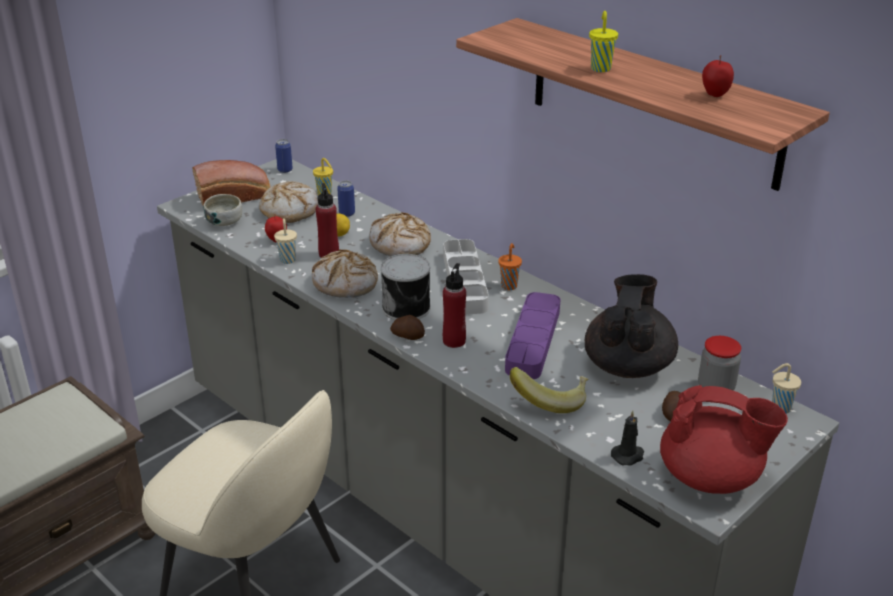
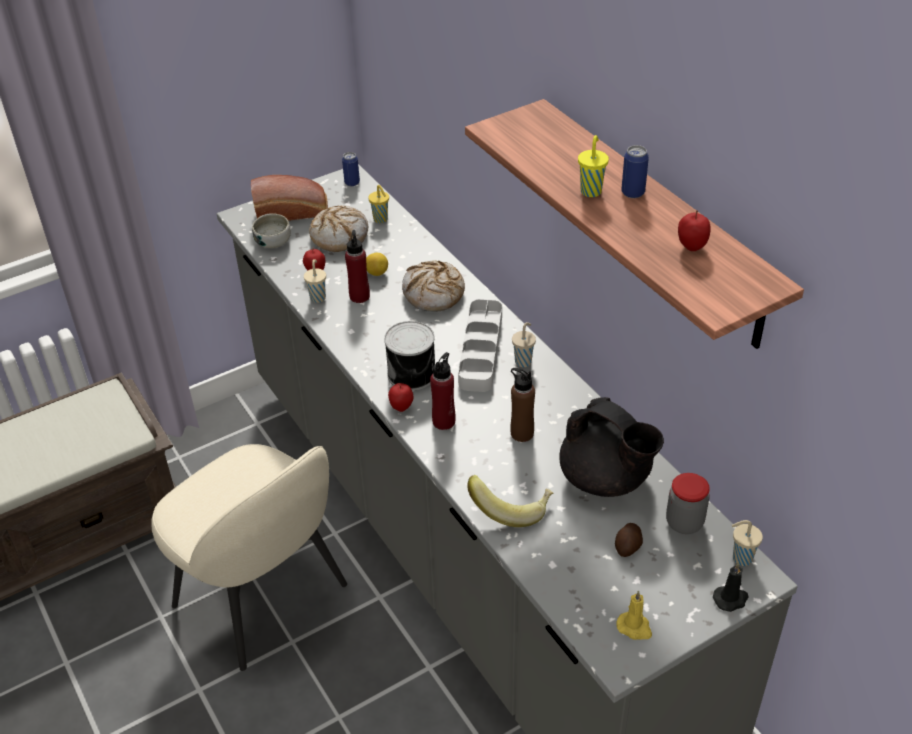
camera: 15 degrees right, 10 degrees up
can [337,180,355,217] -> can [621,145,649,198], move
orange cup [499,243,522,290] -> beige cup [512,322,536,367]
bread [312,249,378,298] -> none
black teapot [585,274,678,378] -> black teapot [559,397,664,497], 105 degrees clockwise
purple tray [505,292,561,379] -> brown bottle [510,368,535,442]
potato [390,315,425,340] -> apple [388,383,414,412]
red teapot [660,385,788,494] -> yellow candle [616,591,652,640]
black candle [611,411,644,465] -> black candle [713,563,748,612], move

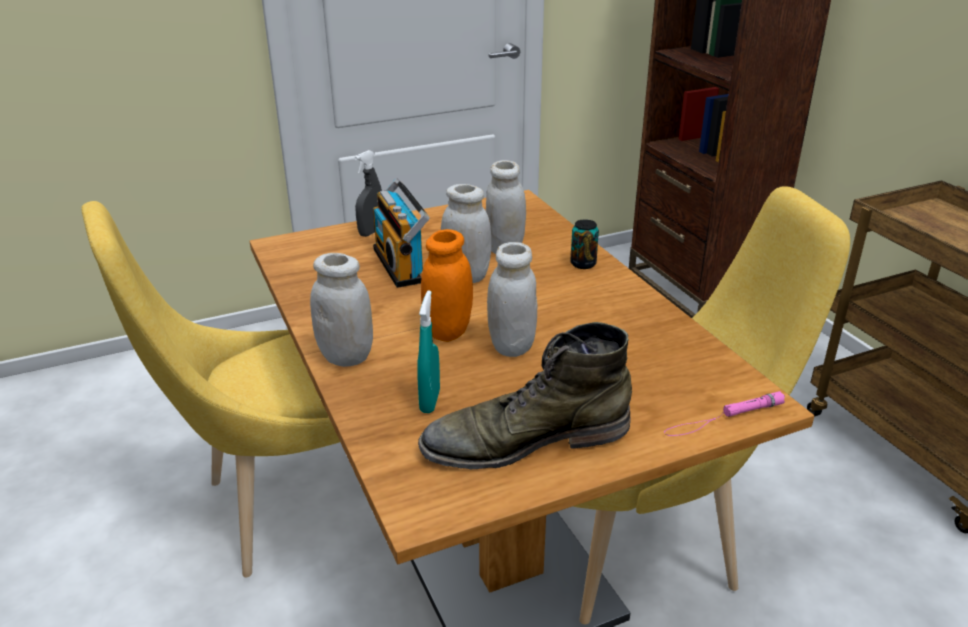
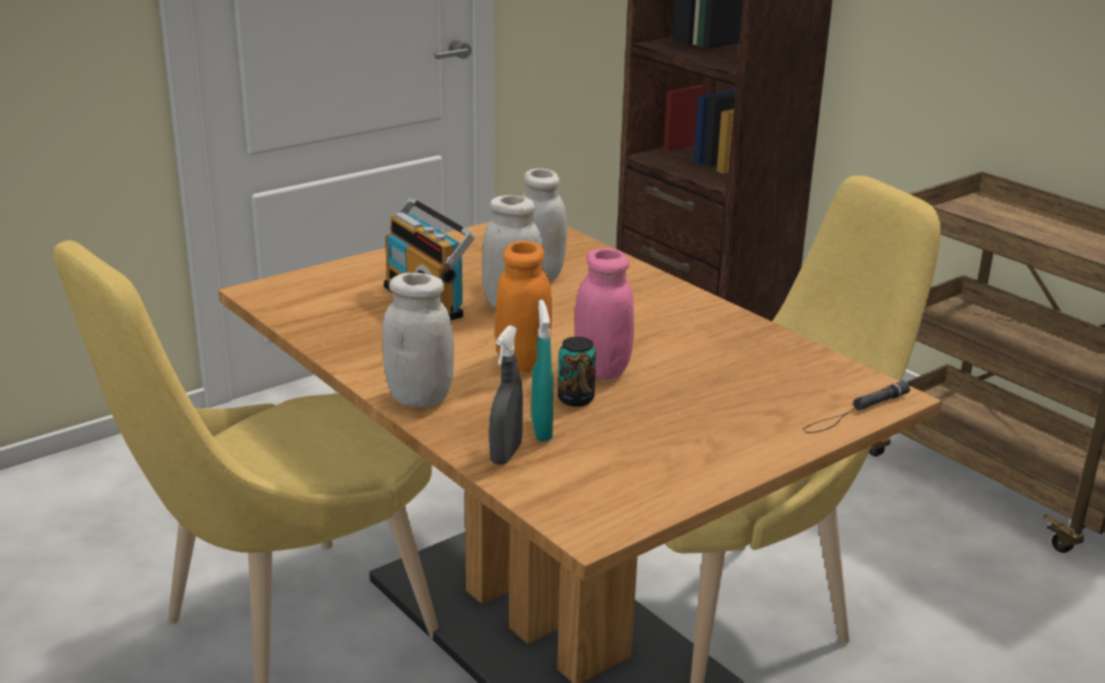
camera: 15 degrees left, 5 degrees down
grey spray bottle [355,150,382,237] -> grey spray bottle [489,325,523,465], move
can [570,219,599,269] -> can [558,337,596,407], move
white jar [487,242,537,357] -> pink jar [575,248,634,379]
green boot [418,322,632,469] -> none
pink flashlight [664,391,785,436] -> black flashlight [803,380,910,433]

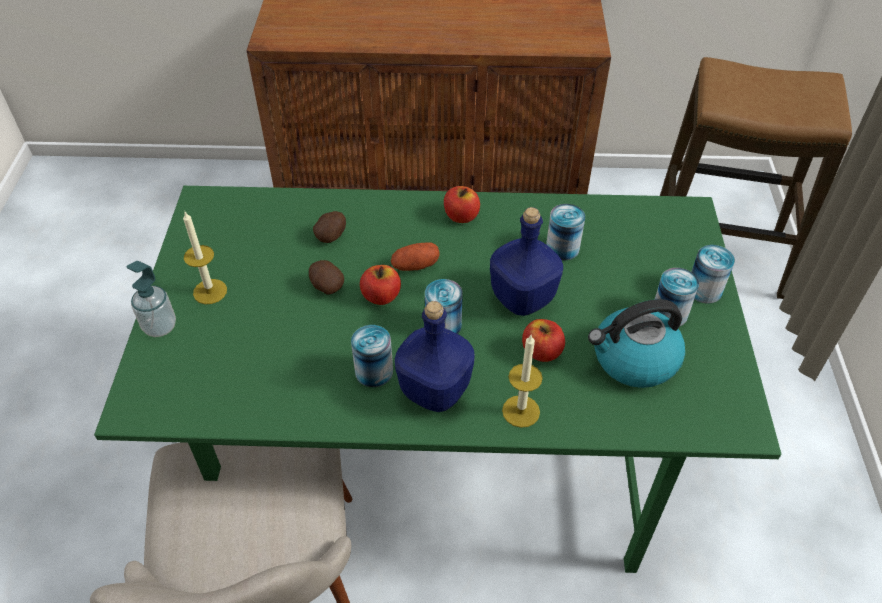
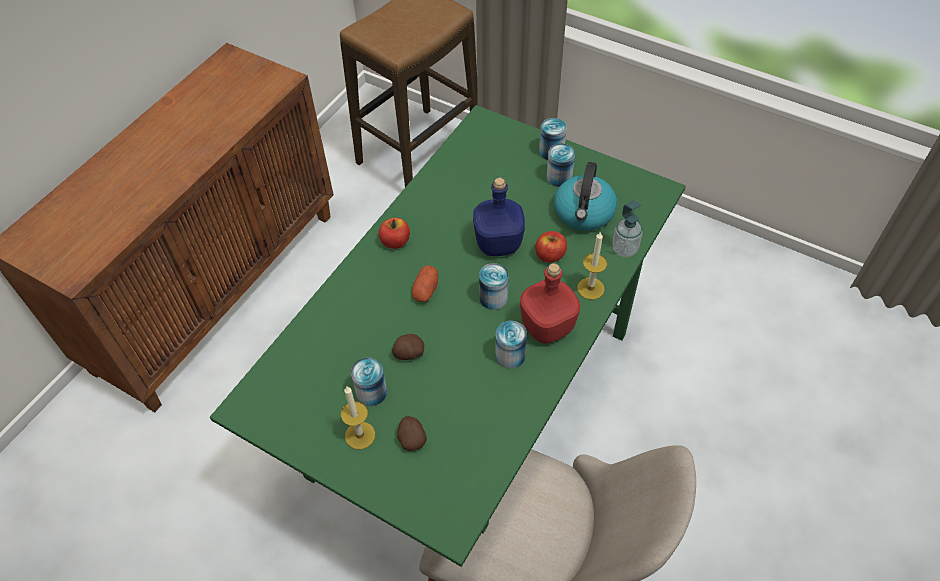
camera: 60 degrees left, 5 degrees up
can [546,204,585,260] -> can [351,358,387,406], move
potato [313,211,346,243] -> potato [397,416,427,451], move
soap dispenser [127,261,176,337] -> soap dispenser [612,200,643,257], move
apple [360,265,401,305] -> none
blue bottle [395,301,475,412] -> red bottle [520,263,580,344]

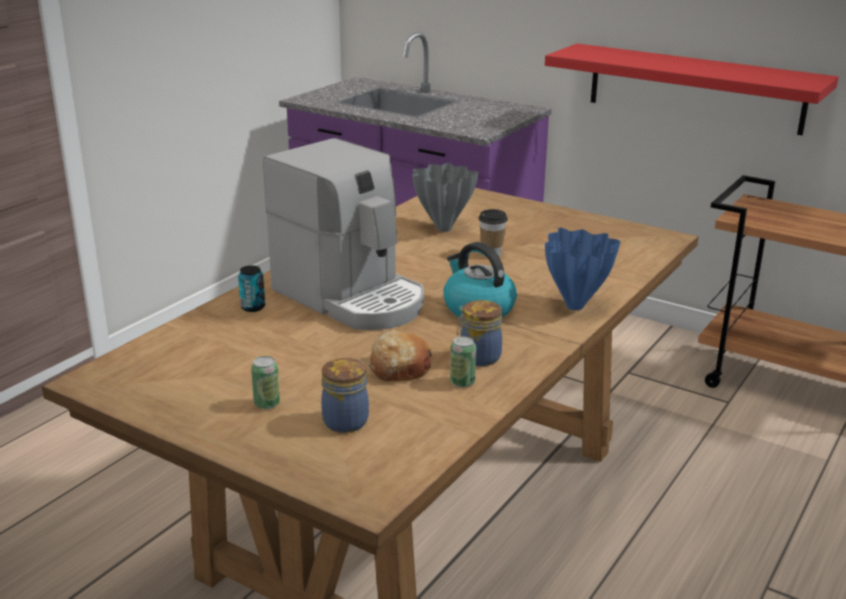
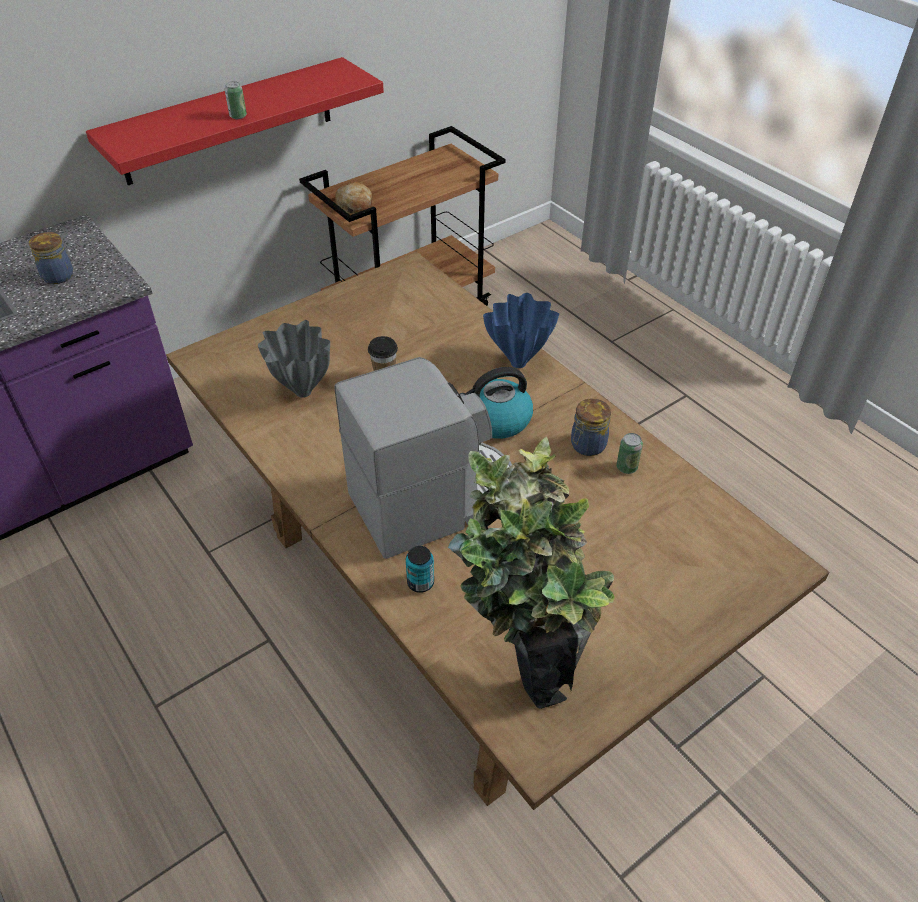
camera: 70 degrees left, 20 degrees up
bread [368,330,432,382] -> bread [335,182,372,214], move
can [251,356,280,409] -> can [225,81,247,119], move
jar [321,358,369,433] -> jar [29,232,73,284], move
none -> potted plant [448,436,615,709]

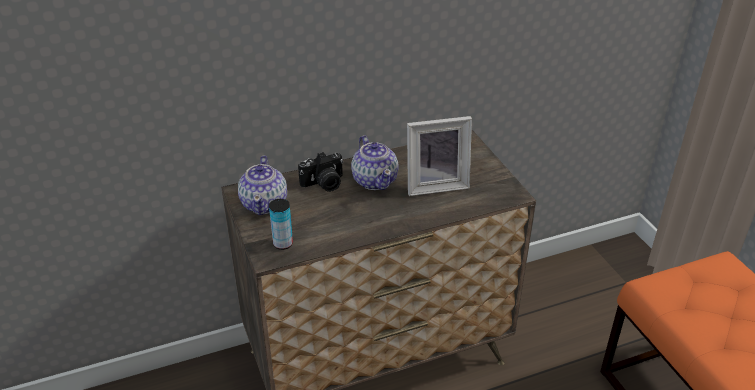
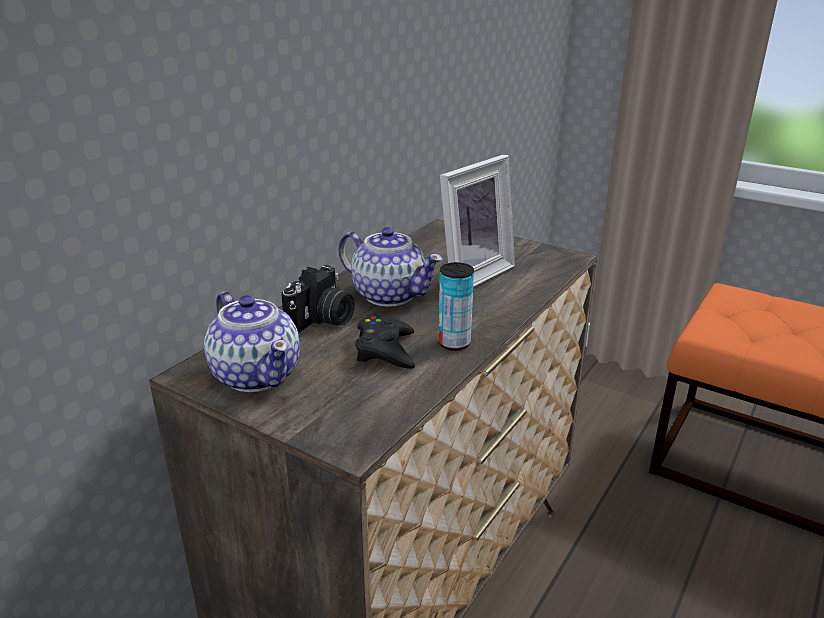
camera: 35 degrees left, 10 degrees down
can [269,199,293,250] -> can [438,262,474,351], move
none -> black game controller [355,316,415,369]

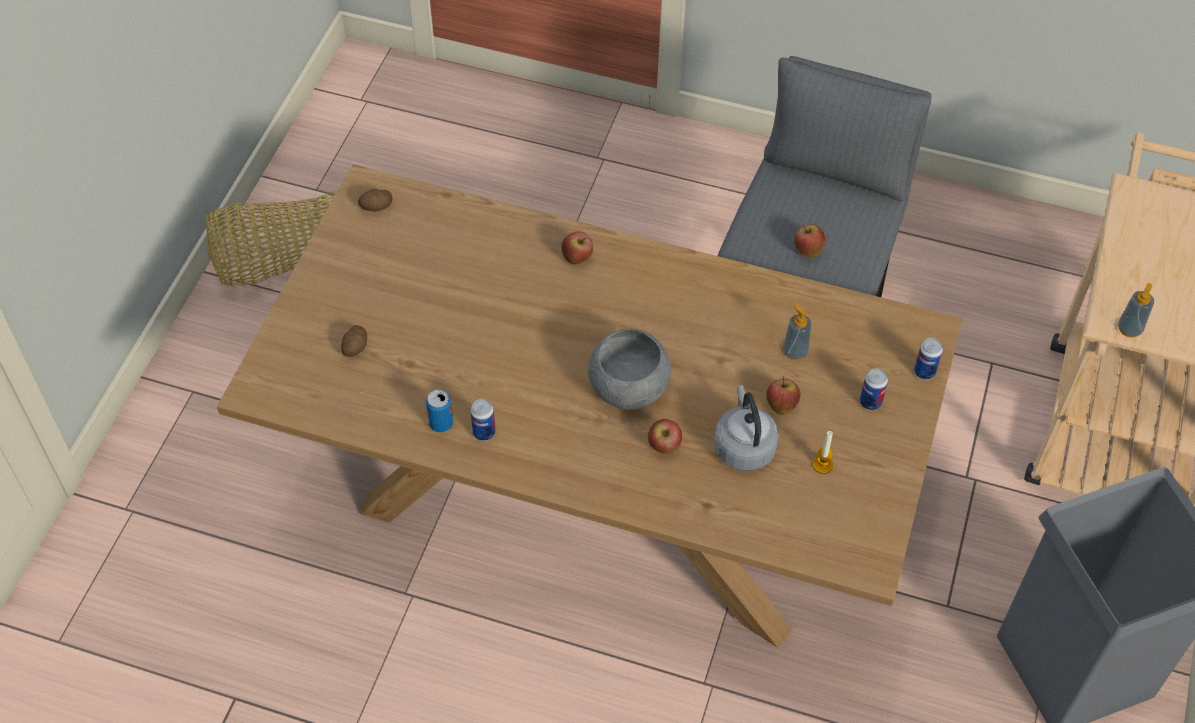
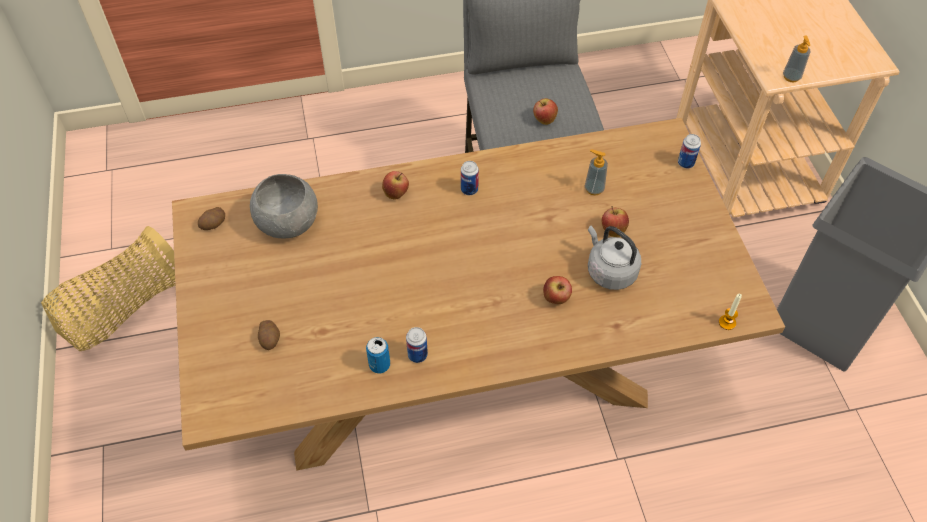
camera: 30 degrees left, 0 degrees up
grey bowl [588,328,671,410] -> grey bowl [250,174,318,238], move
can [860,368,888,410] -> can [461,161,479,195], move
candle [812,431,833,474] -> candle [719,294,742,330], move

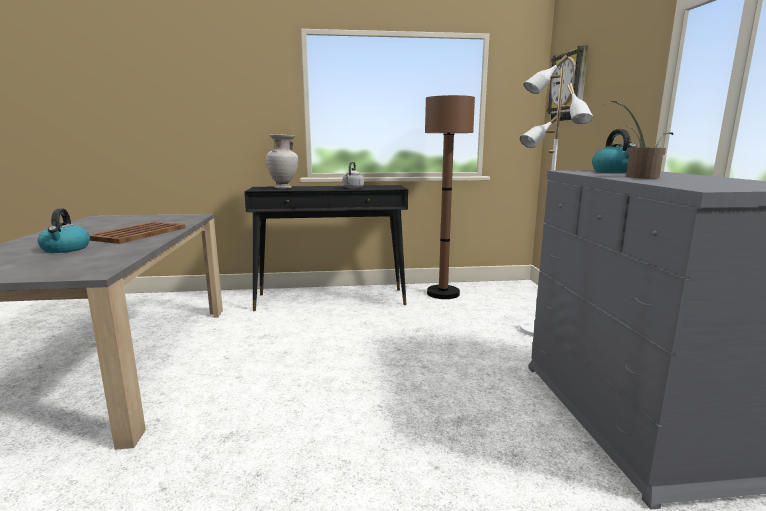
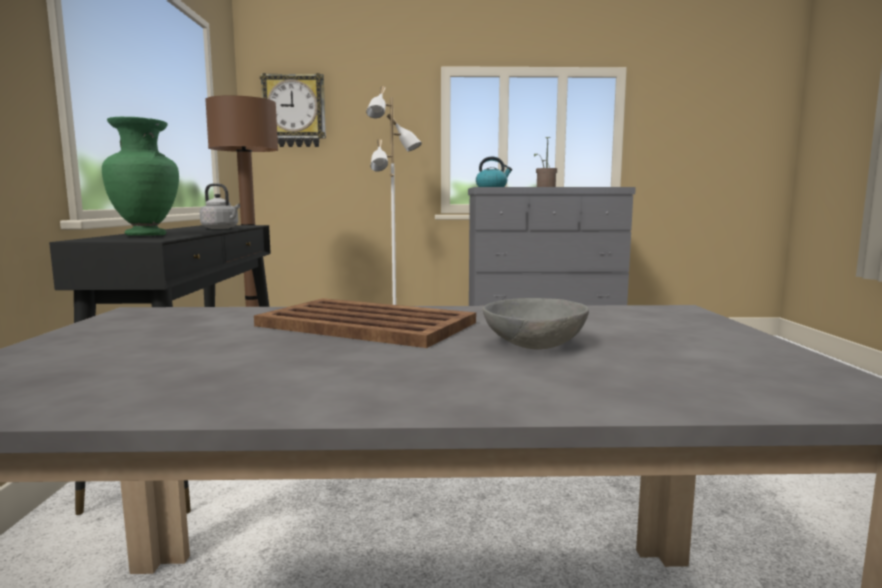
camera: 85 degrees left, 5 degrees down
beige vase [266,134,298,189] -> green vase [102,117,179,236]
kettle [38,208,90,253] -> grey bowl [483,298,589,349]

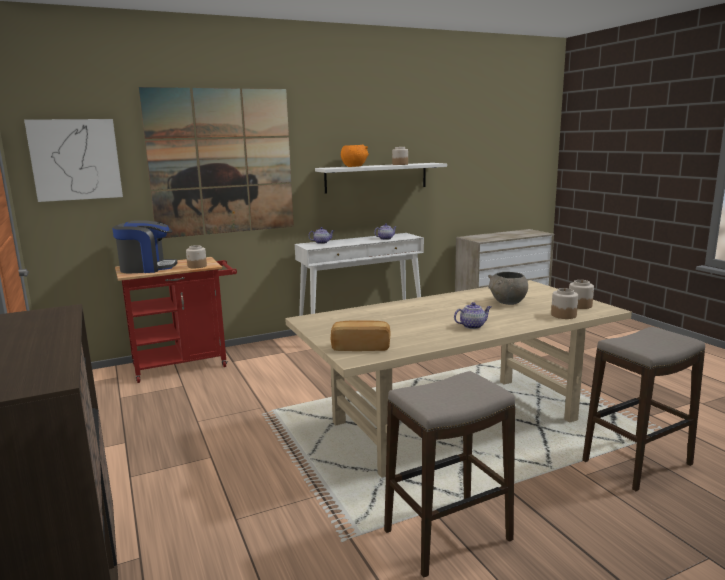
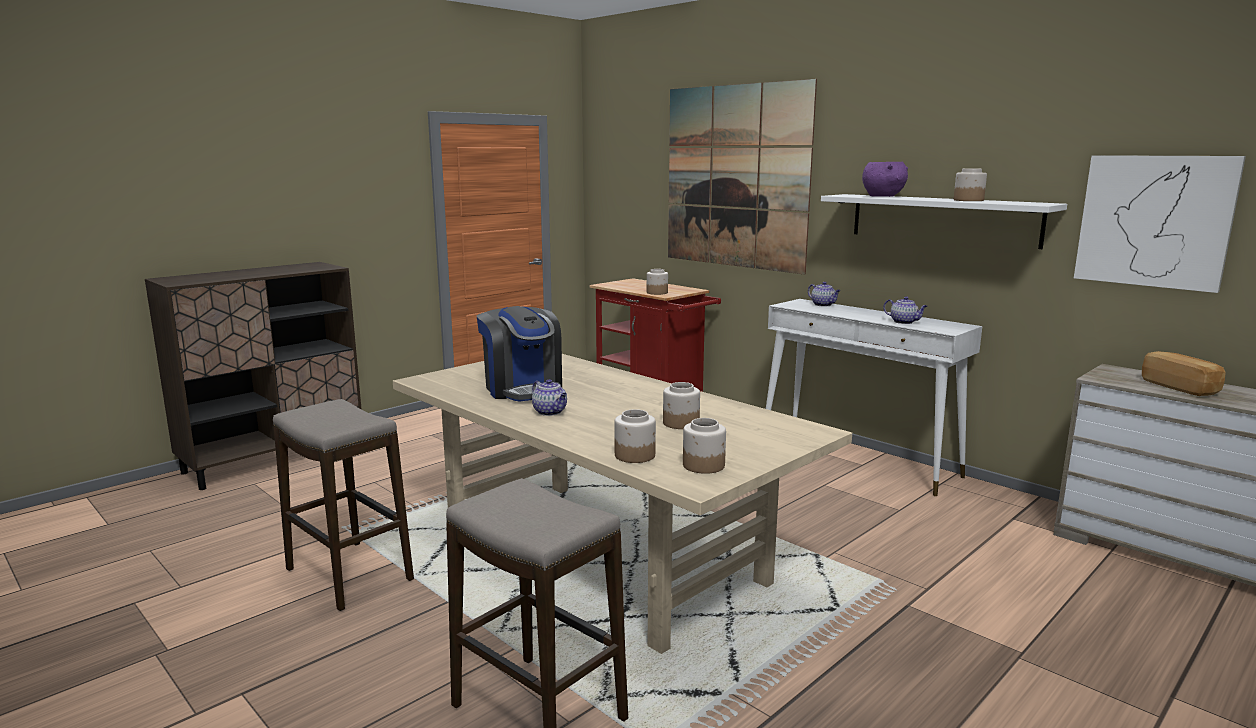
camera: 70 degrees right, 0 degrees up
picture [24,119,123,202] -> picture [1074,155,1246,293], move
orange bowl [341,145,369,167] -> purple bowl [862,162,908,197]
coffee machine [112,220,177,273] -> coffee machine [477,306,562,402], move
grey bowl [488,272,528,305] -> jar [663,382,700,429]
bread [331,320,391,351] -> bread [1142,351,1226,396], move

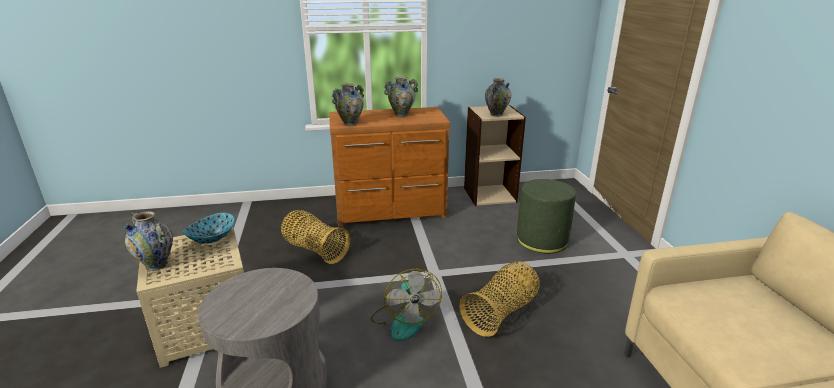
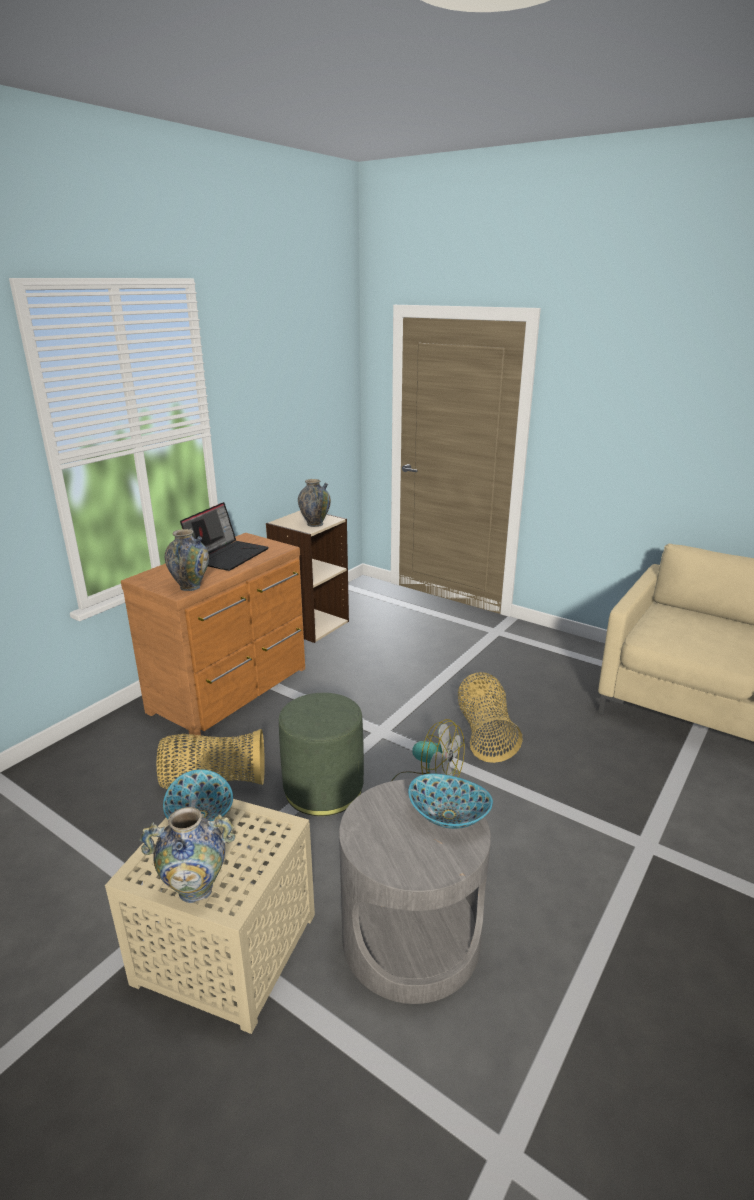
camera: 45 degrees left, 0 degrees up
vase [384,77,418,117] -> laptop [180,502,269,571]
green ottoman [517,179,576,254] -> green ottoman [279,693,364,816], move
none -> bowl [408,774,493,829]

